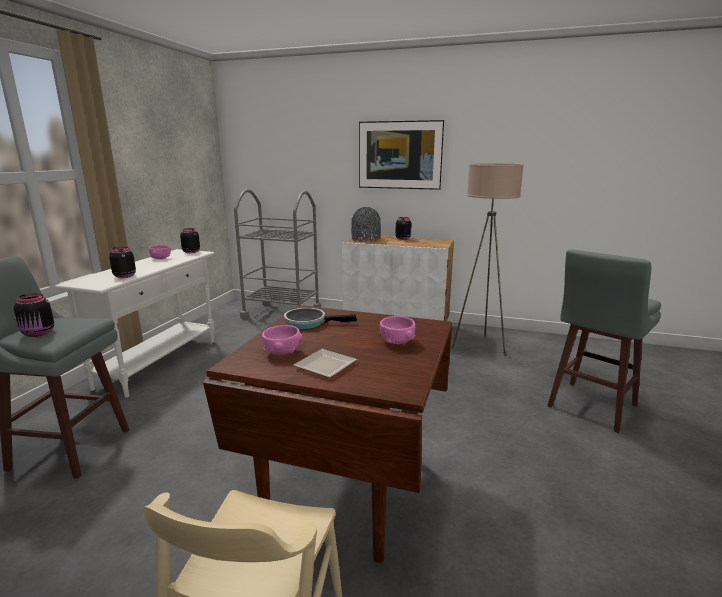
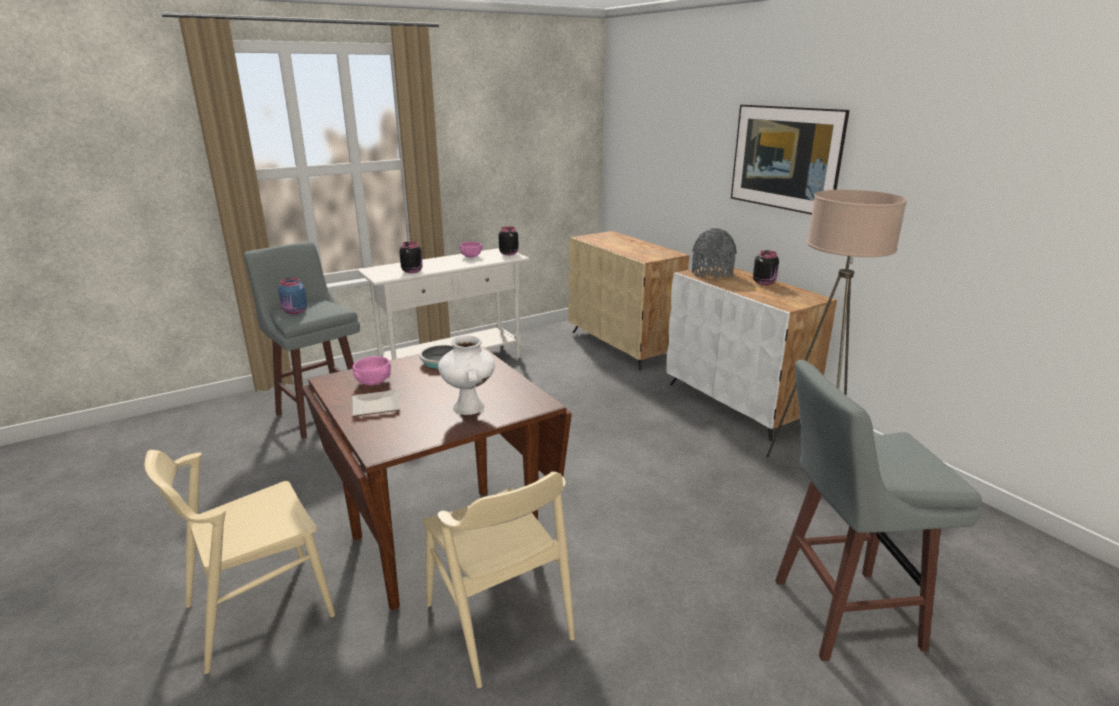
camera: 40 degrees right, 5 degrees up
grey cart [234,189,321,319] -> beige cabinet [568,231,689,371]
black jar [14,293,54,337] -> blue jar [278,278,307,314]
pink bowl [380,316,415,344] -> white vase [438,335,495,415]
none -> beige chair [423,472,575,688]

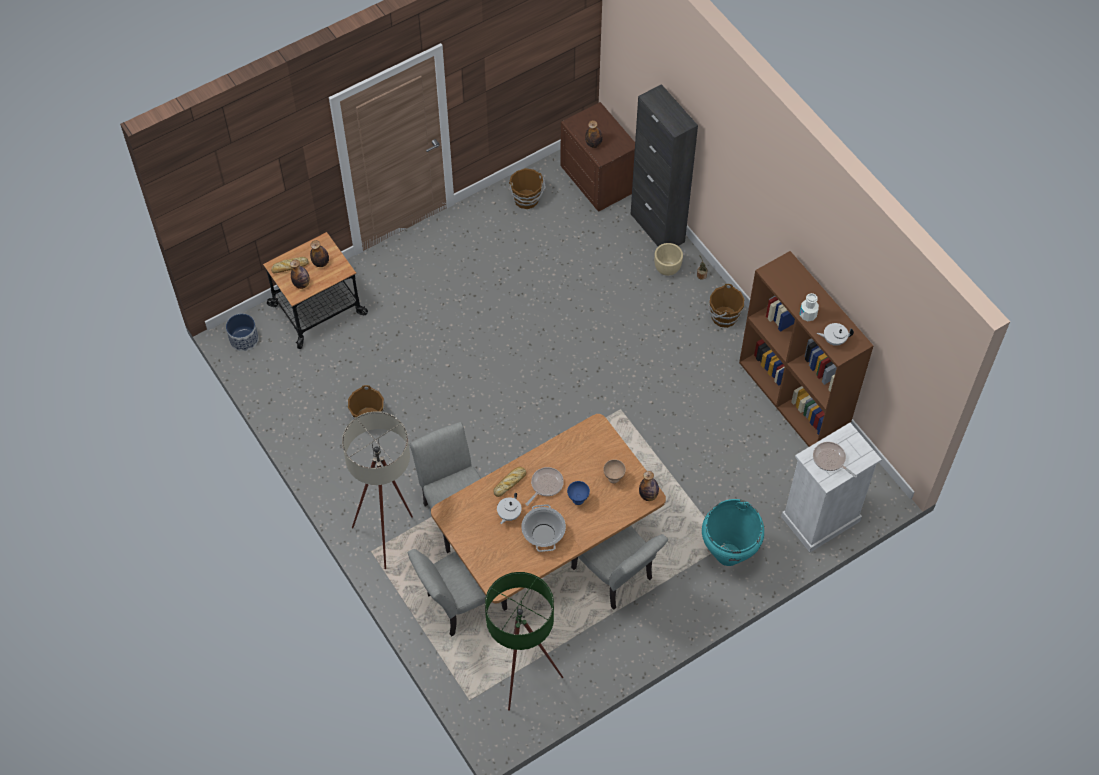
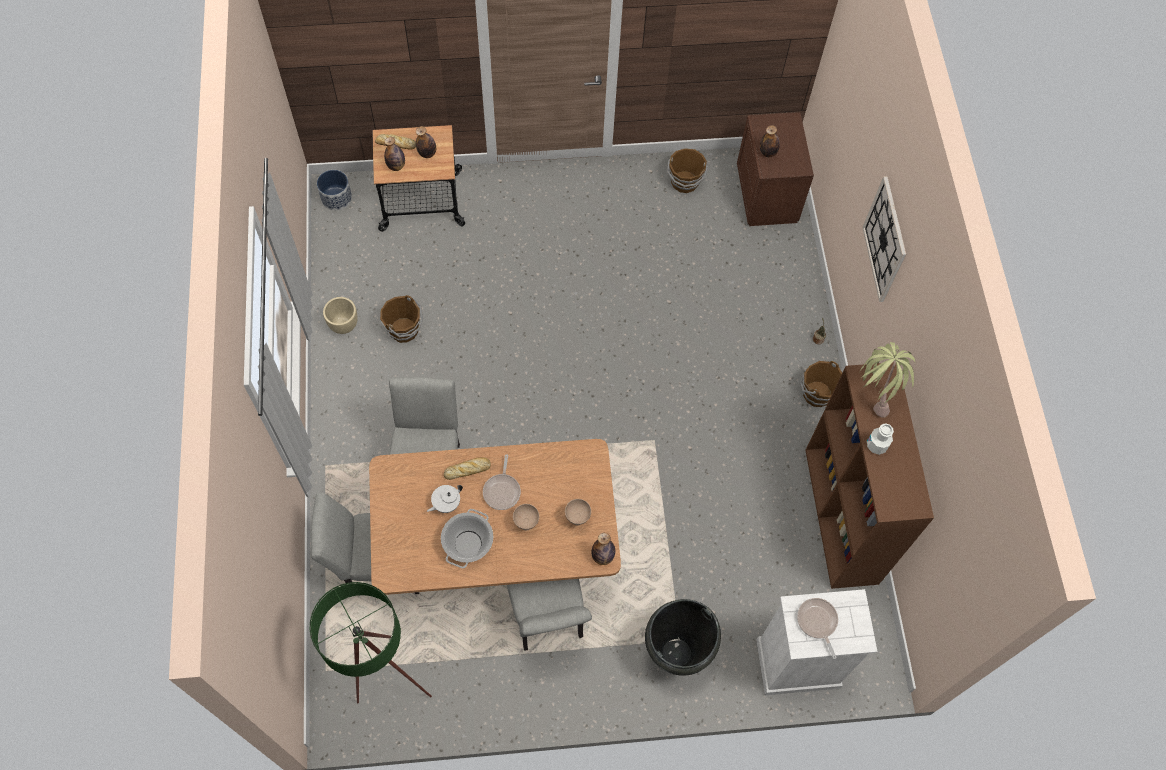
camera: 25 degrees right, 5 degrees up
black cabinet [631,84,698,246] -> none
beige planter [654,243,683,276] -> beige planter [323,297,358,334], move
white teapot [817,323,854,346] -> none
beige floor lamp [342,411,413,569] -> none
frying pan [526,467,564,506] -> frying pan [483,454,521,510], 120 degrees clockwise
blue bowl [567,481,590,505] -> beige bowl [513,504,539,530]
turquoise vase [702,499,764,566] -> black vase [645,599,721,676]
none -> wall clock [862,176,906,302]
none -> potted plant [860,342,915,418]

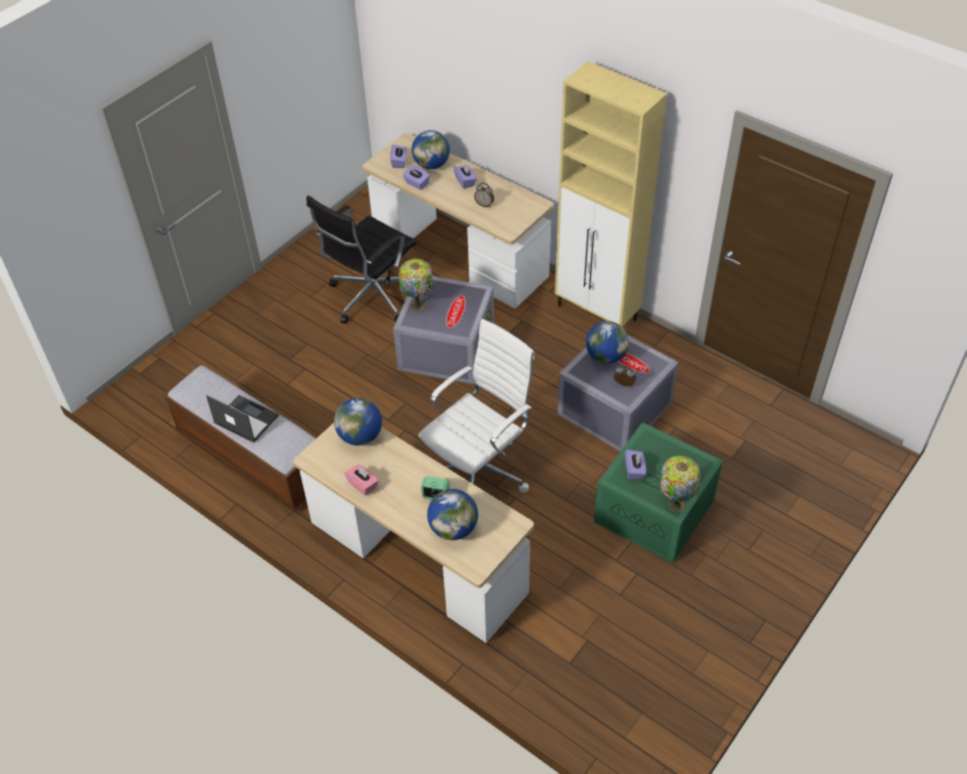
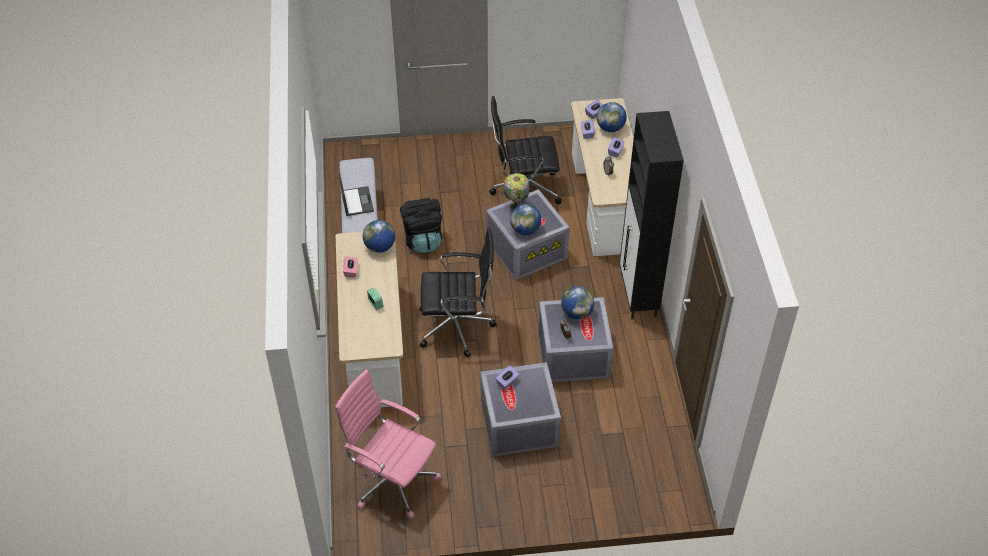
camera: 45 degrees right, 0 degrees up
beige cabinet [555,61,667,327] -> black cabinet [619,111,684,319]
white office chair [418,319,535,492] -> black office chair [419,227,497,357]
green storage box [594,422,723,563] -> grey storage box [480,362,561,457]
table lamp [659,455,701,511] -> none
globe [427,489,478,540] -> globe [510,204,541,235], move
none -> black backpack [400,198,442,253]
none -> pink office chair [335,369,442,519]

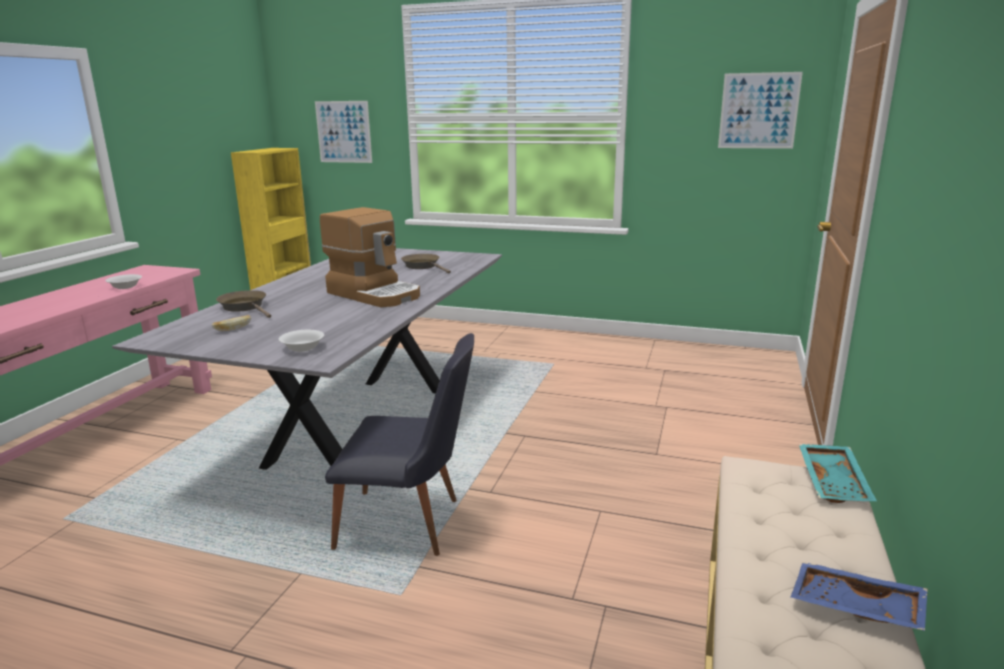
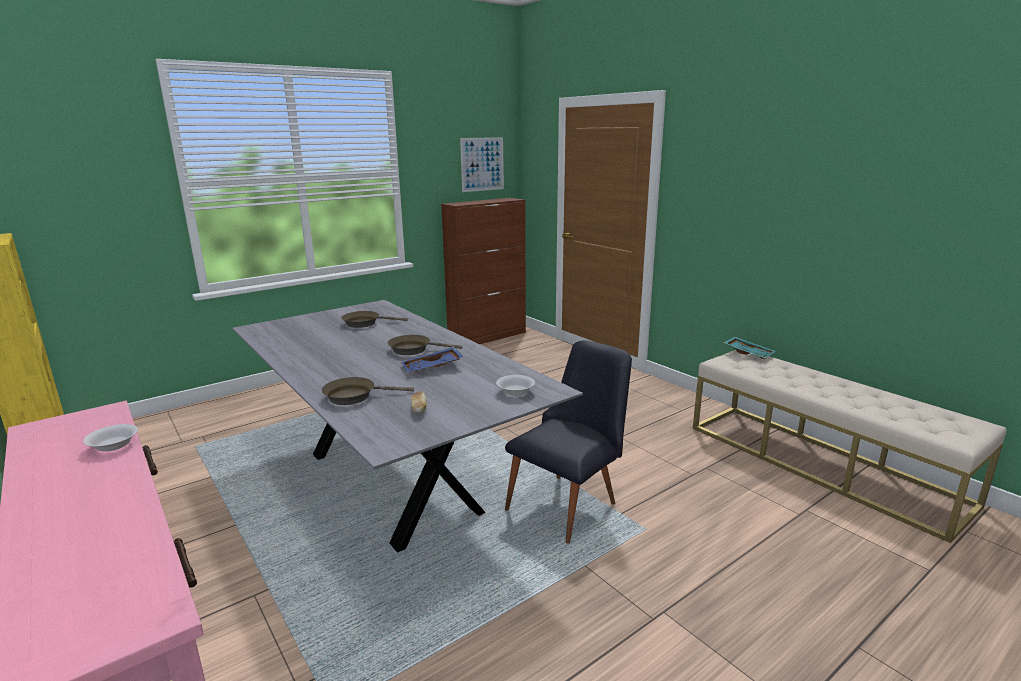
camera: 55 degrees left, 0 degrees up
picture [315,101,372,163] -> none
coffee machine [320,207,420,307] -> brown frying pan [388,335,462,355]
blue tray [791,562,928,631] -> blue tray [401,347,464,372], move
none -> brown cabinet [441,198,526,344]

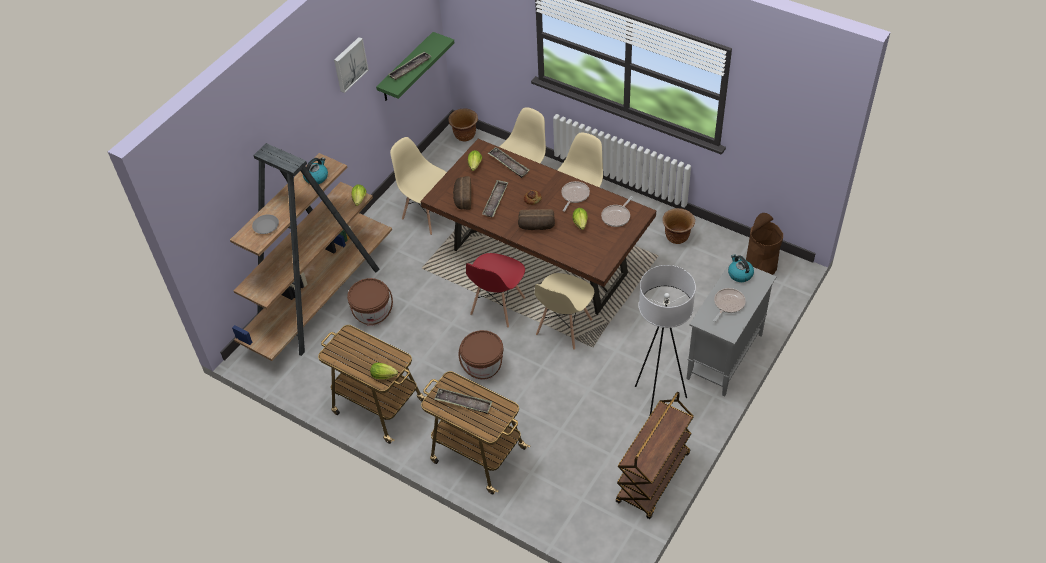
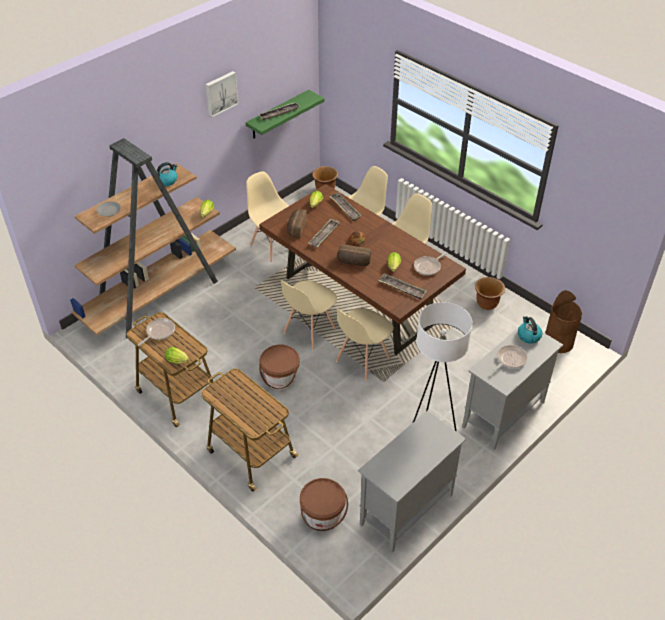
camera: 10 degrees right, 5 degrees down
frying pan [561,181,590,211] -> frying pan [138,318,175,346], move
red chair [466,253,525,328] -> beige chair [281,280,337,351]
brown bucket [347,278,393,326] -> brown bucket [300,478,348,531], move
tray [434,388,492,414] -> tray [379,274,427,300], move
brown cart [616,392,694,519] -> grey cabinet [358,411,466,553]

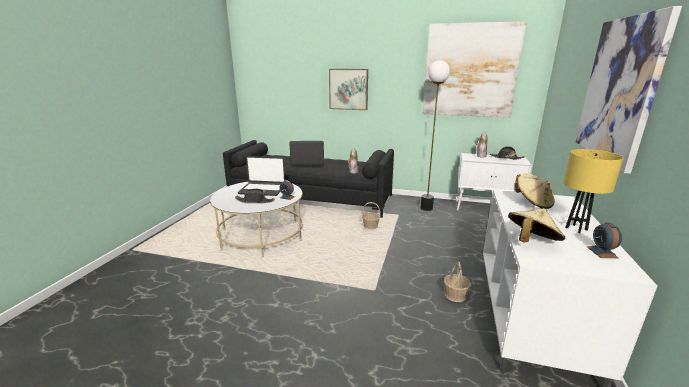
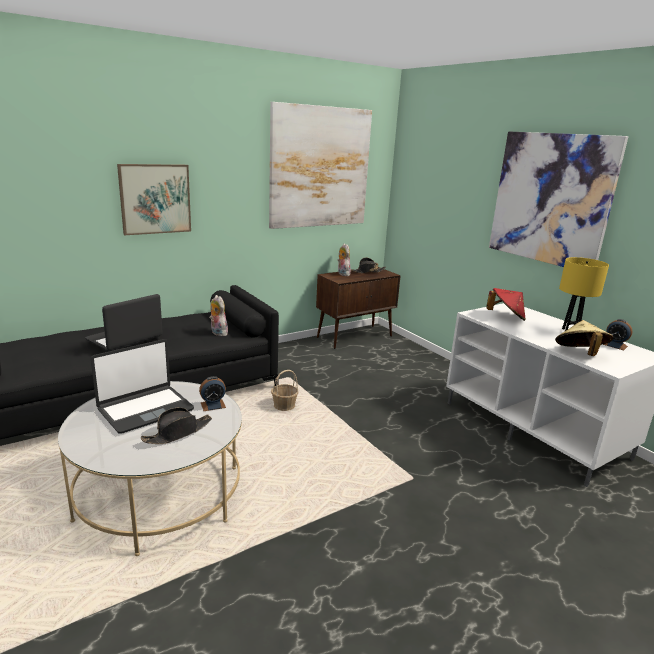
camera: 50 degrees left, 0 degrees up
floor lamp [421,60,450,211] -> none
white cabinet [456,153,532,211] -> brown cabinet [316,267,401,349]
beige hat [515,173,555,209] -> red hat [486,288,526,321]
basket [444,261,471,302] -> none

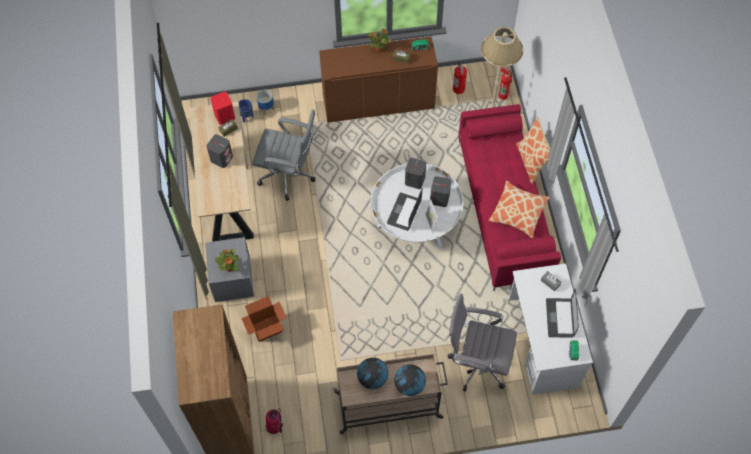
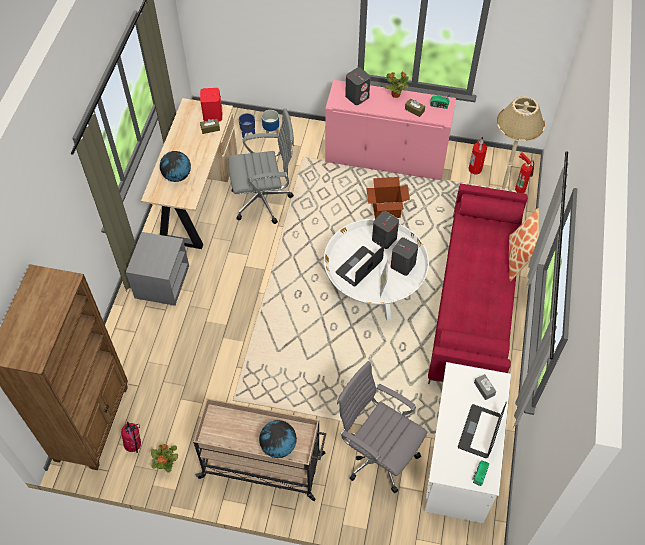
camera: 20 degrees right, 5 degrees down
brown cabinet [319,36,438,123] -> pink cabinet [325,80,456,180]
grey office chair [252,109,316,201] -> grey office chair [228,108,294,224], 45 degrees counterclockwise
grey speaker [206,134,233,168] -> grey speaker [345,67,371,105], move
pillow [489,181,550,238] -> none
potted plant [215,249,239,272] -> potted plant [151,444,178,473], move
cardboard box [241,296,287,342] -> cardboard box [366,177,410,219], move
globe [357,358,388,389] -> globe [160,151,191,182], move

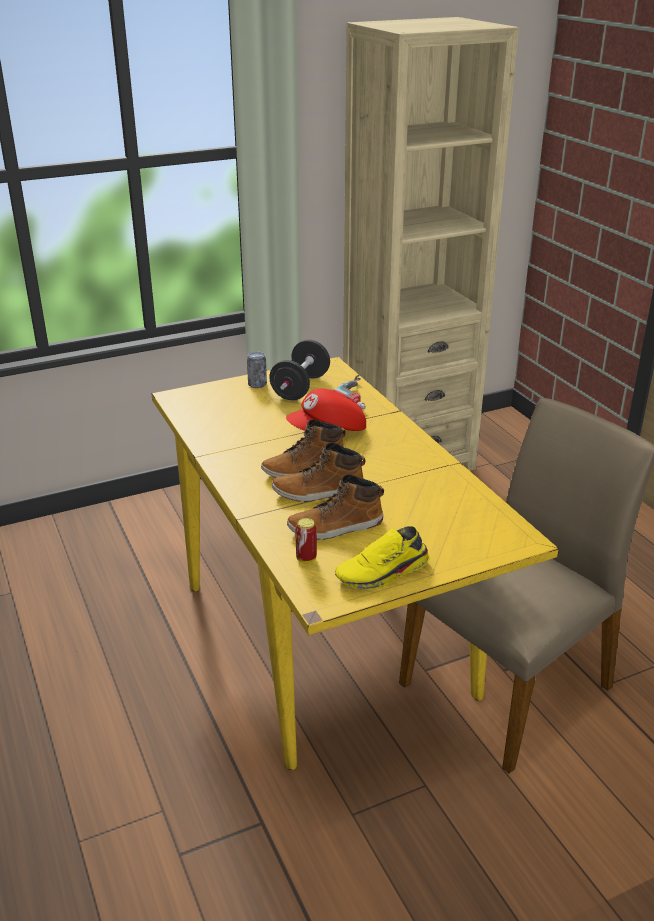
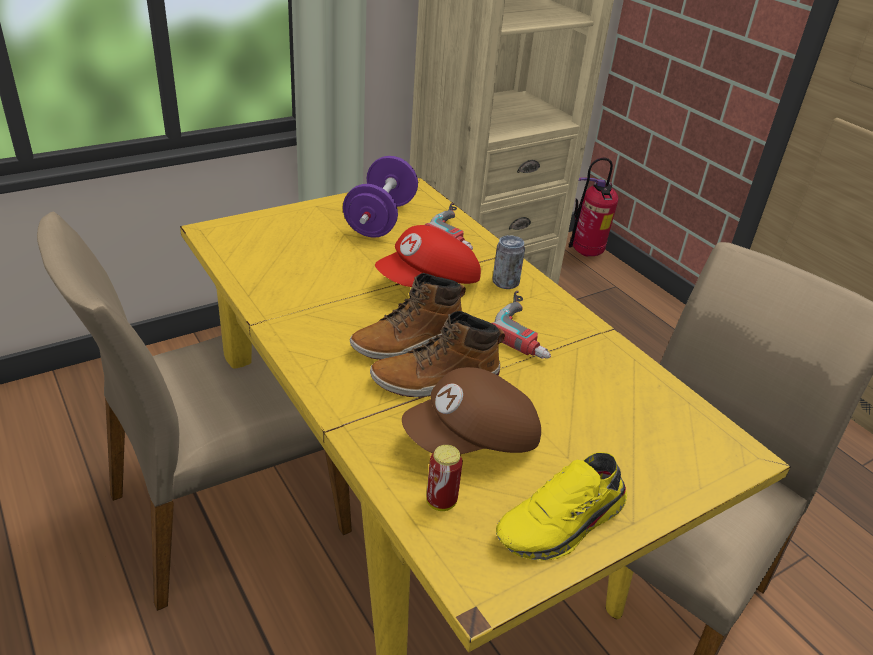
camera: 10 degrees left, 5 degrees up
black dumbbell [269,339,330,401] -> purple dumbbell [343,156,418,238]
can [247,351,267,388] -> can [492,235,525,289], move
boot [287,474,384,540] -> brown cap [402,367,541,454]
none -> fire extinguisher [569,157,618,256]
none -> beige chair [37,212,352,611]
none -> power drill [492,291,551,359]

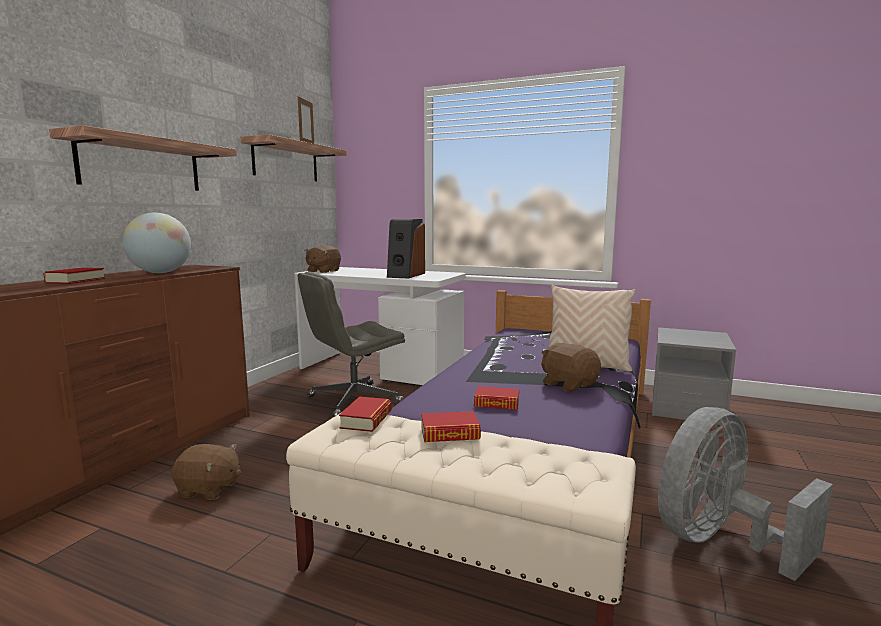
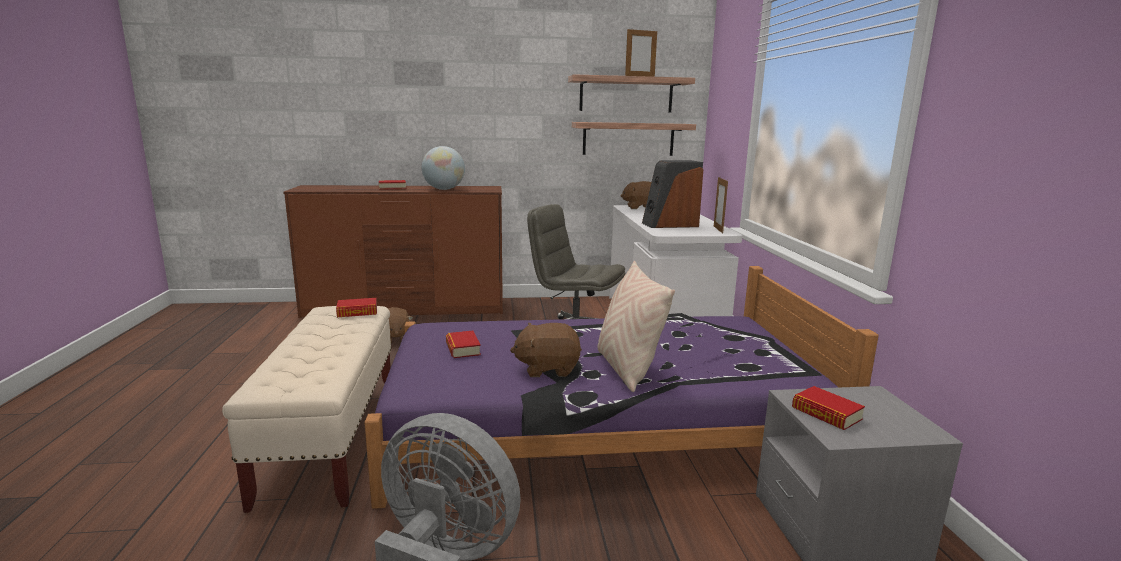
camera: 60 degrees right, 5 degrees up
shelf [49,125,237,191] -> shelf [572,122,696,156], move
brown plush toy [541,343,601,392] -> brown plush toy [510,323,582,377], 120 degrees counterclockwise
book [421,411,481,442] -> book [792,386,865,430], move
none -> picture frame [714,177,728,233]

